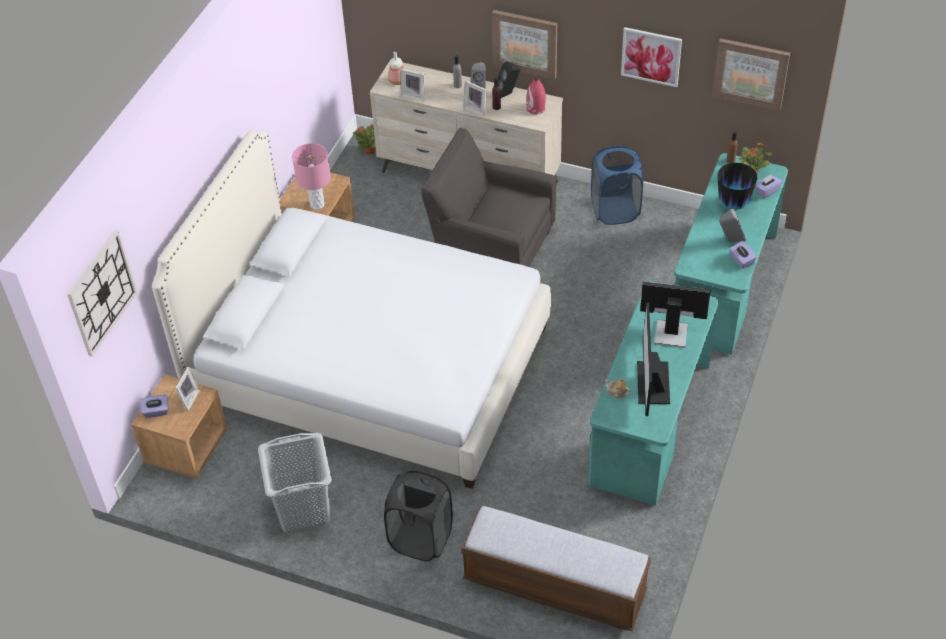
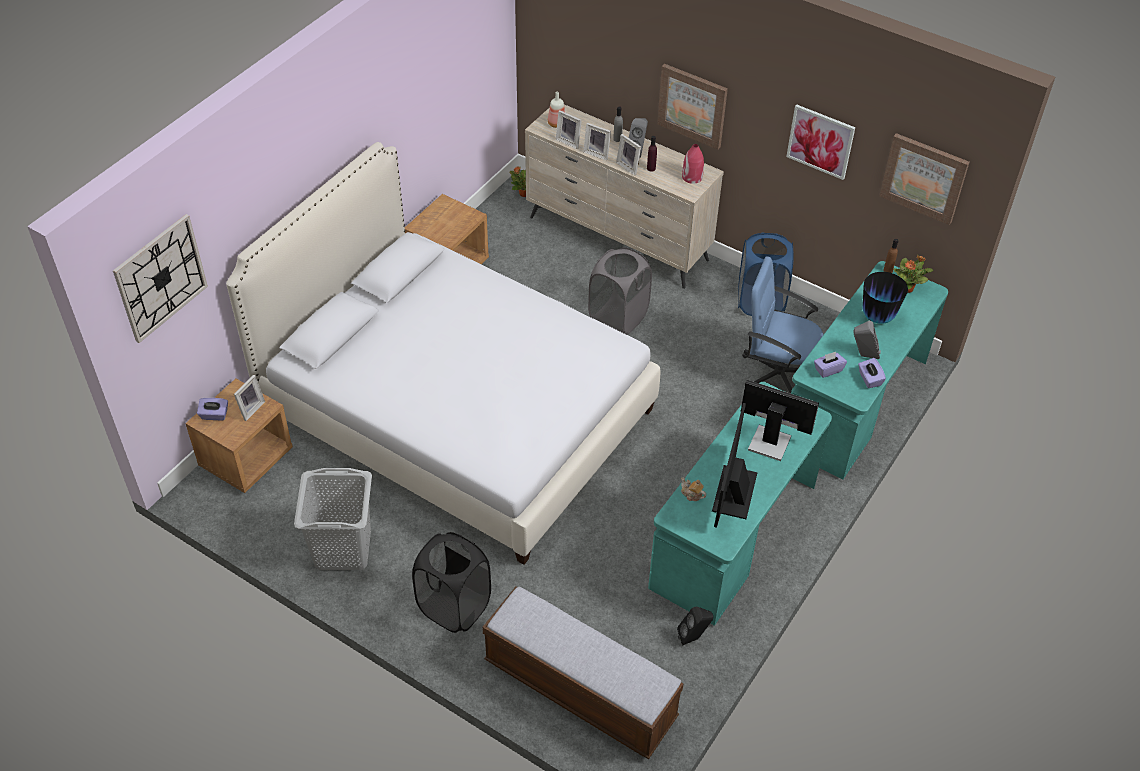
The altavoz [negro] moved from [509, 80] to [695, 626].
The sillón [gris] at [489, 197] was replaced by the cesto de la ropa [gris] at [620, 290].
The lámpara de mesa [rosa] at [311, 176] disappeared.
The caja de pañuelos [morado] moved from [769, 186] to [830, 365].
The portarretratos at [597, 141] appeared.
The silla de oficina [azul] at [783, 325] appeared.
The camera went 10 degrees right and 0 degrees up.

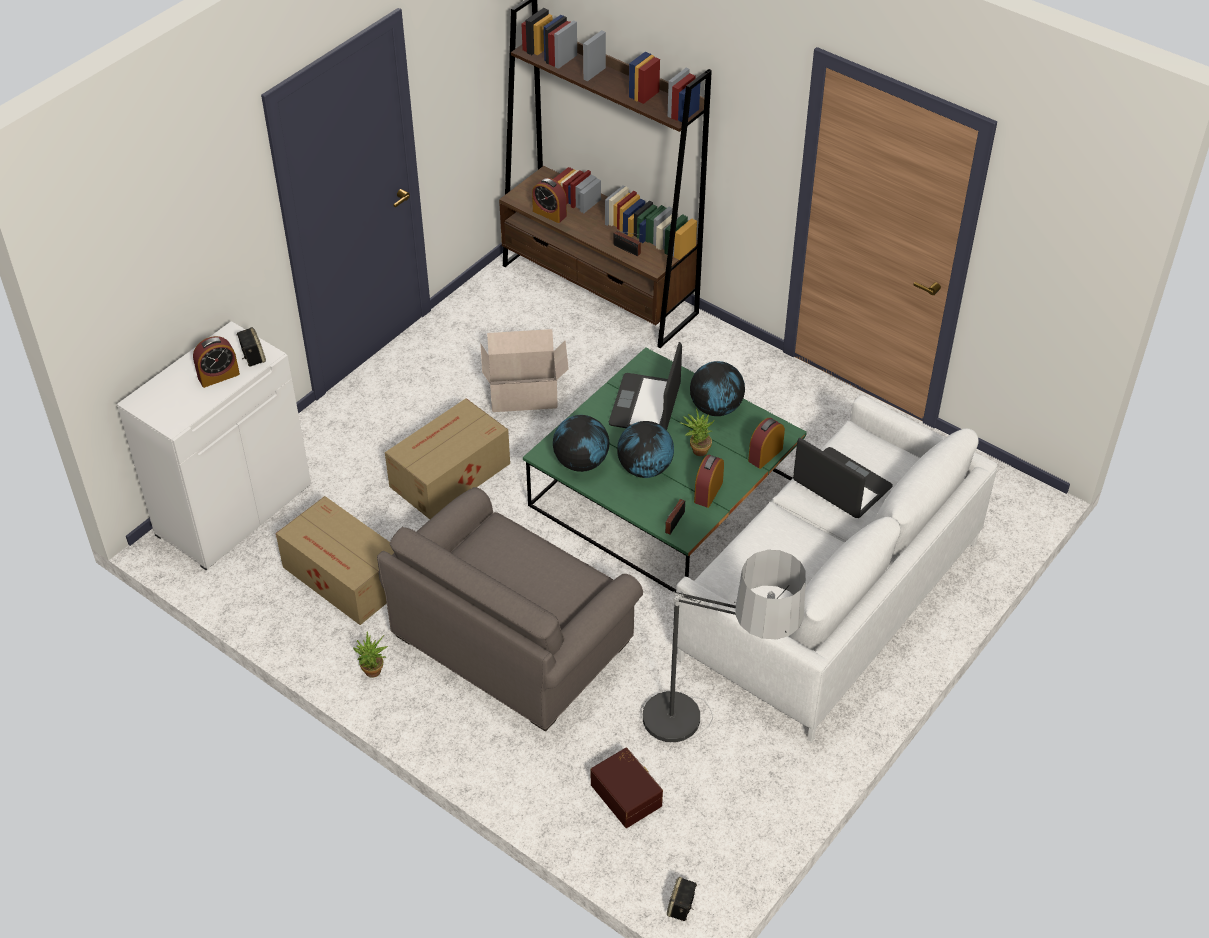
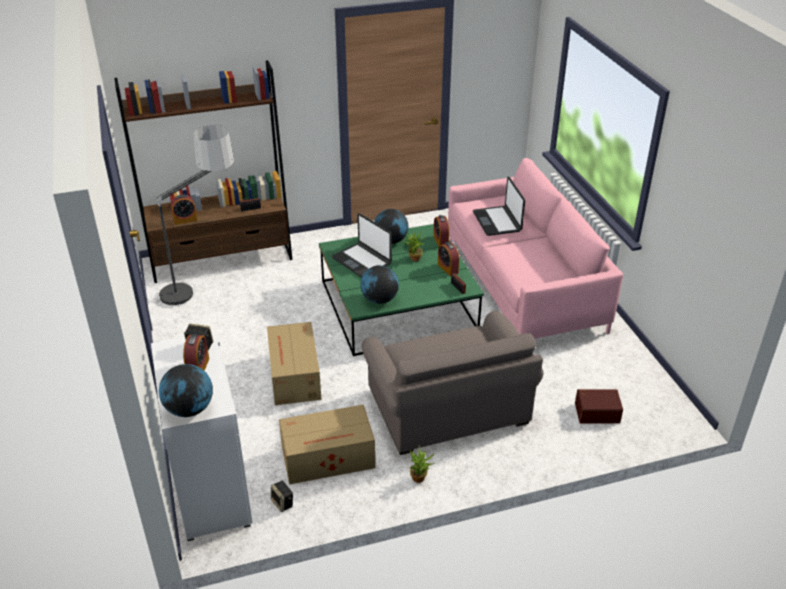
The caja de cartón at [524, 370] disappeared.
The sofá [blanco] at [837, 568] became the sofá [rosa] at [535, 248].
The globo terráqueo moved from [645, 449] to [186, 390].
The portátil at [843, 478] turned 90 degrees counterclockwise.
The lámpara de pie moved from [723, 646] to [194, 215].
The altavoz moved from [682, 899] to [282, 496].
The camera went 55 degrees left and 10 degrees down.

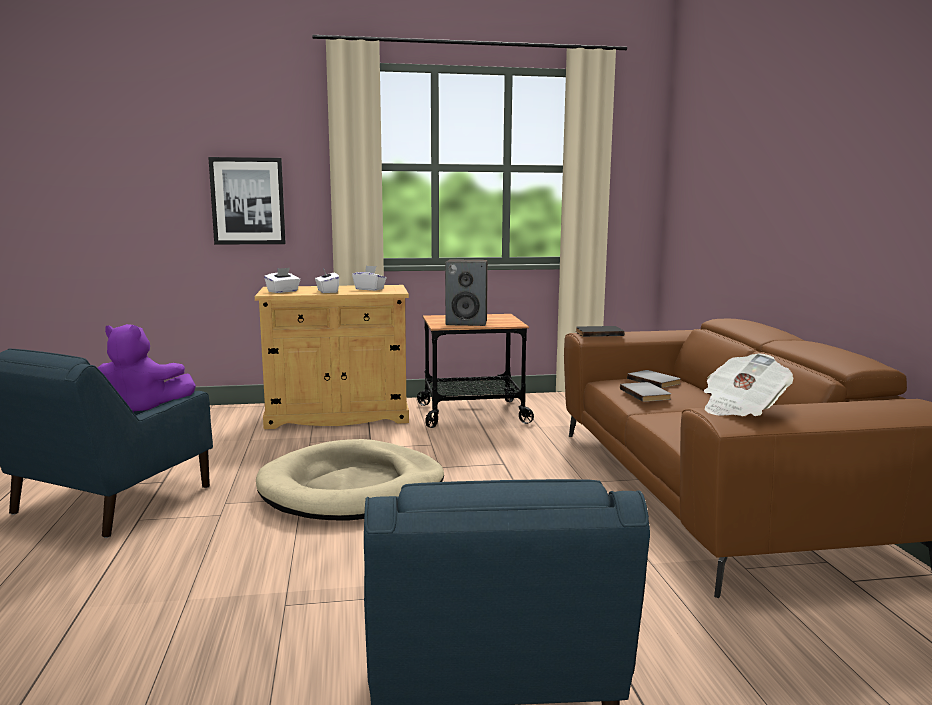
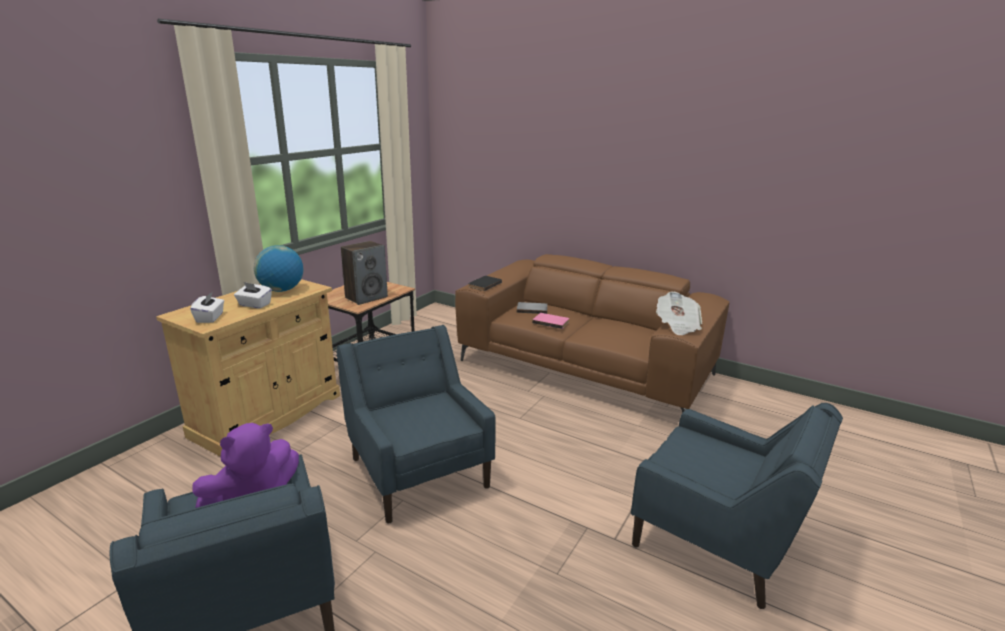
The cuadro at [247, 201] disappeared.
The caja de pañuelos [blanco] at [369, 278] was replaced by the globo terráqueo at [278, 268].
The libro [gris] at [645, 392] became the libro [rosa] at [550, 321].
The cama para perro [beis] at [350, 480] was replaced by the sillón [azul] at [416, 424].
The camera went 50 degrees left and 10 degrees up.

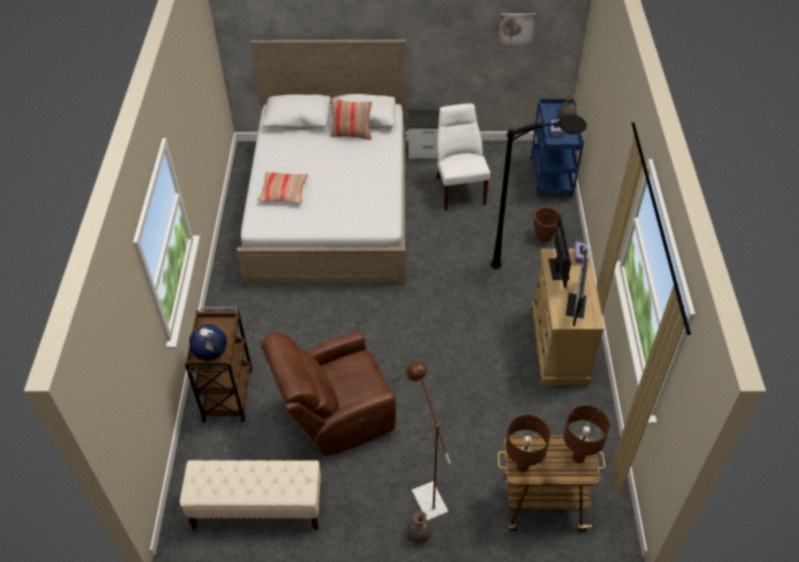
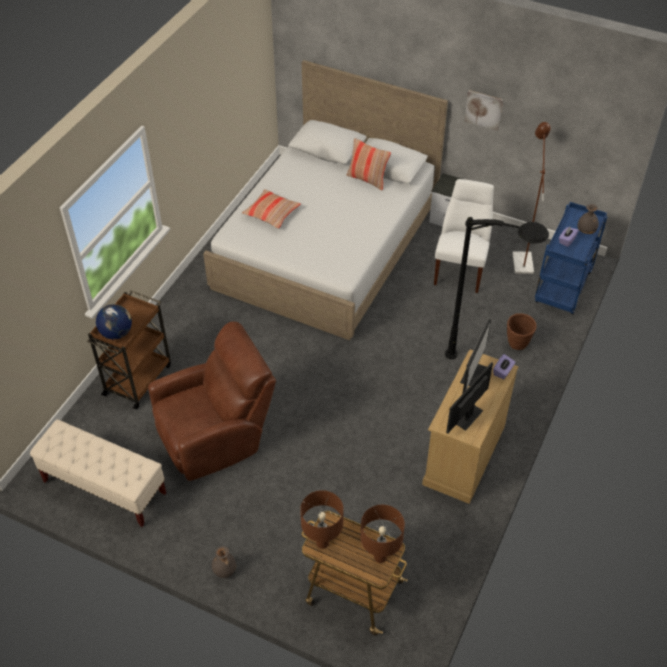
The cuadro moved from [517, 29] to [483, 110].
The sillón [marrón] at [328, 393] turned 150 degrees clockwise.
The lámpara de pie [marrón] moved from [428, 442] to [531, 198].
The camera went 25 degrees right and 0 degrees up.

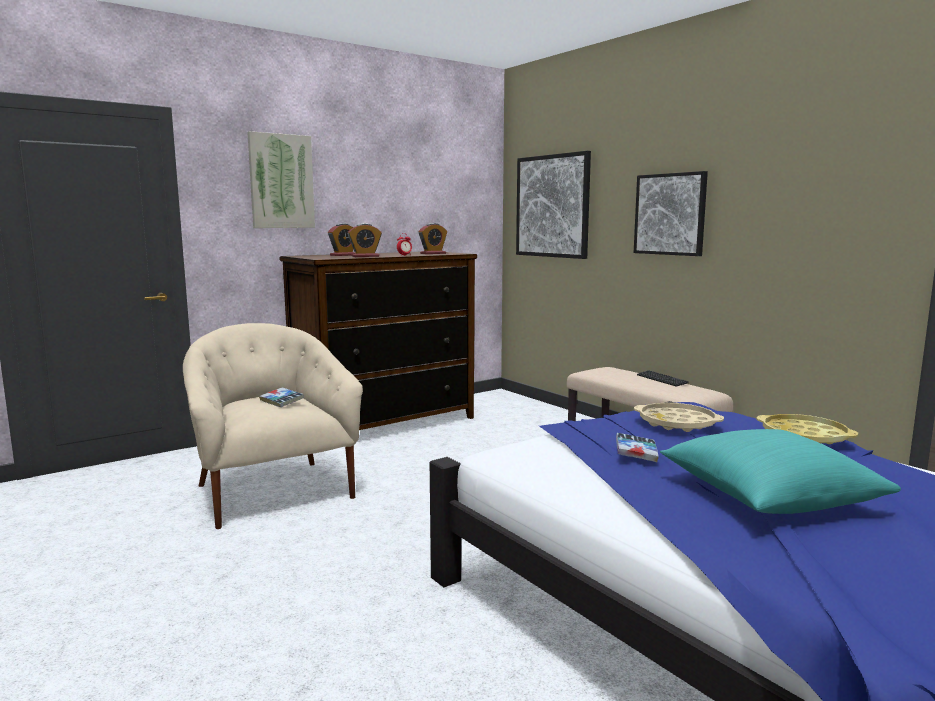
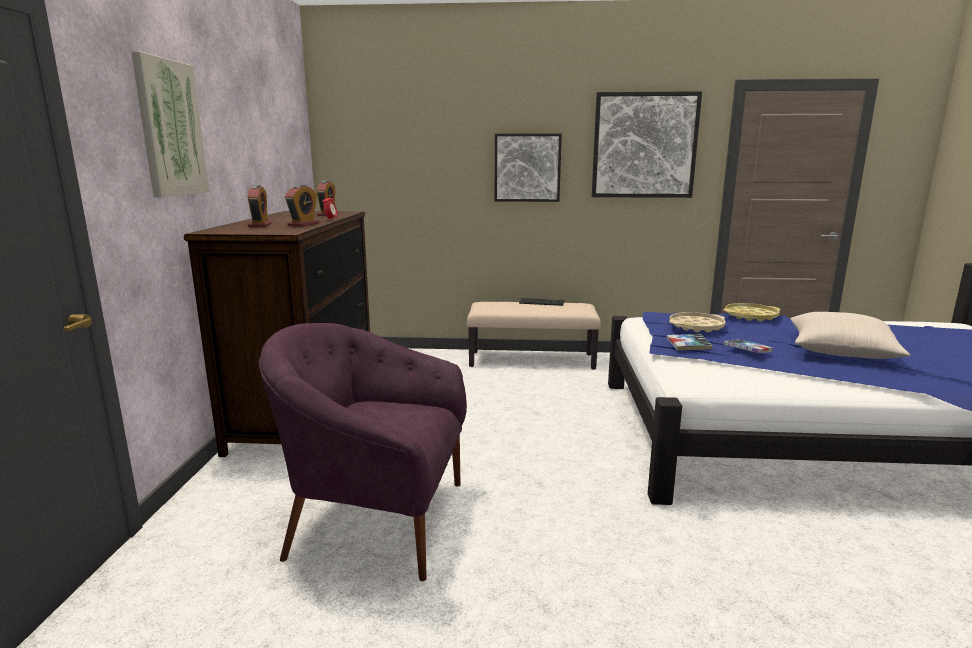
The cuadro moved from [553, 205] to [647, 144].
The sillón [beis] at [273, 426] became the sillón [morado] at [363, 452].
The libro moved from [281, 397] to [689, 342].
The cojín [turquesa] at [780, 471] became the cojín [beis] at [850, 335].
The camera went 50 degrees left and 5 degrees up.

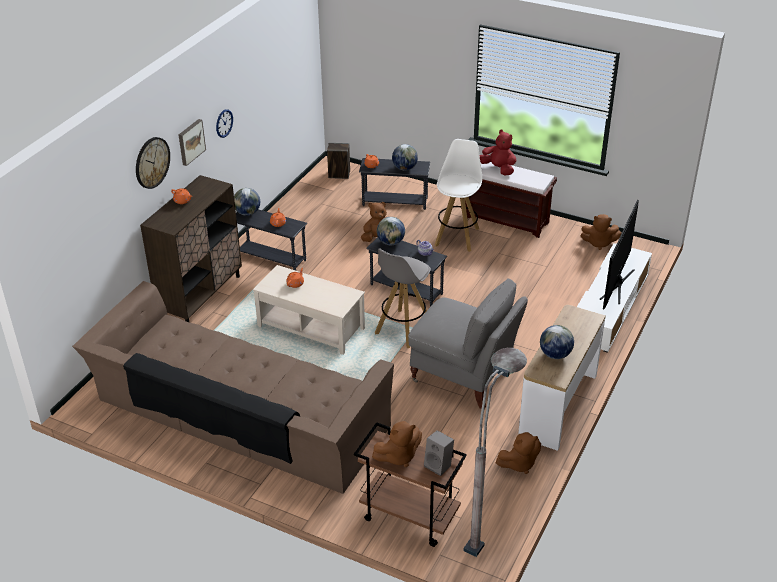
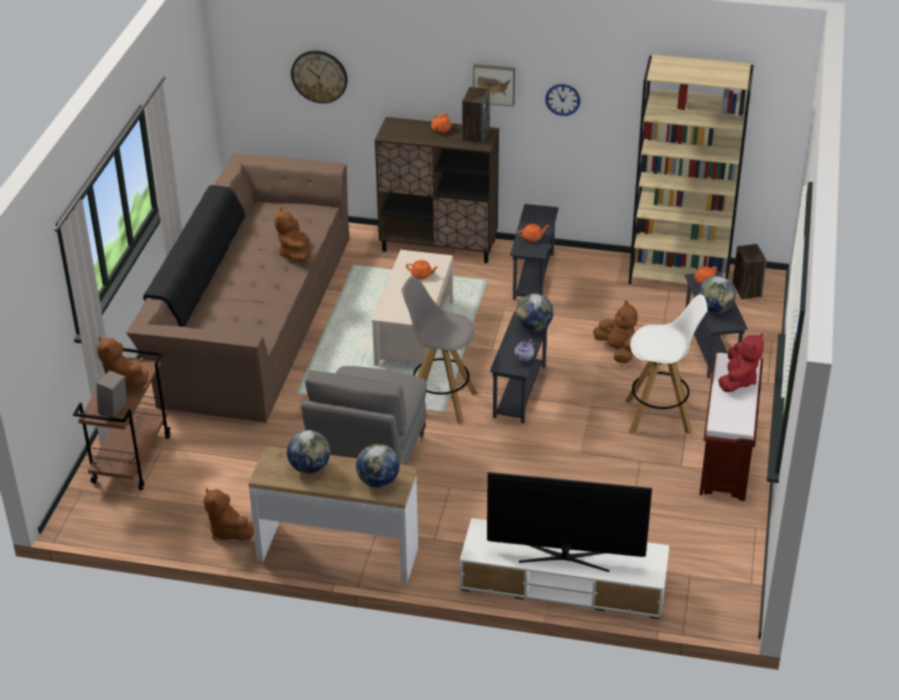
The reloj de pared moved from [153, 163] to [319, 76].
The globo terráqueo moved from [247, 202] to [378, 466].
The peluche [marrón] moved from [601, 232] to [293, 235].
The lámpara de pie [gris] at [495, 452] disappeared.
The estantería [beis] at [691, 169] appeared.
The altavoz at [476, 115] appeared.
The camera went 75 degrees right and 0 degrees up.

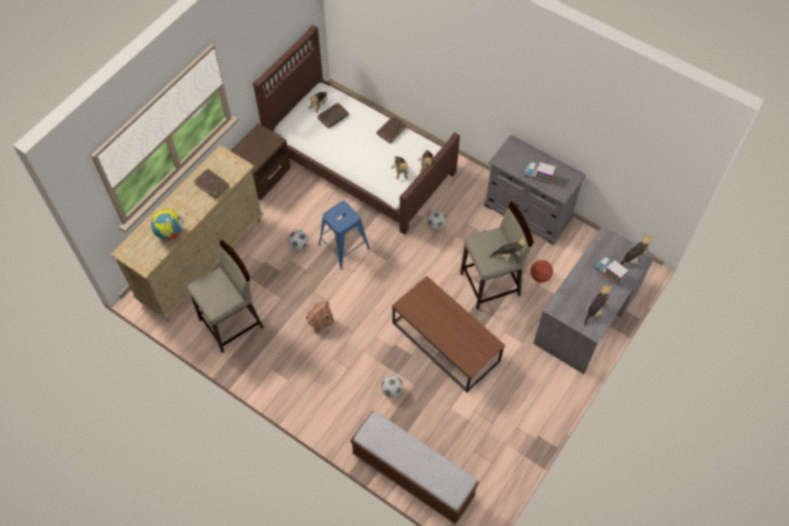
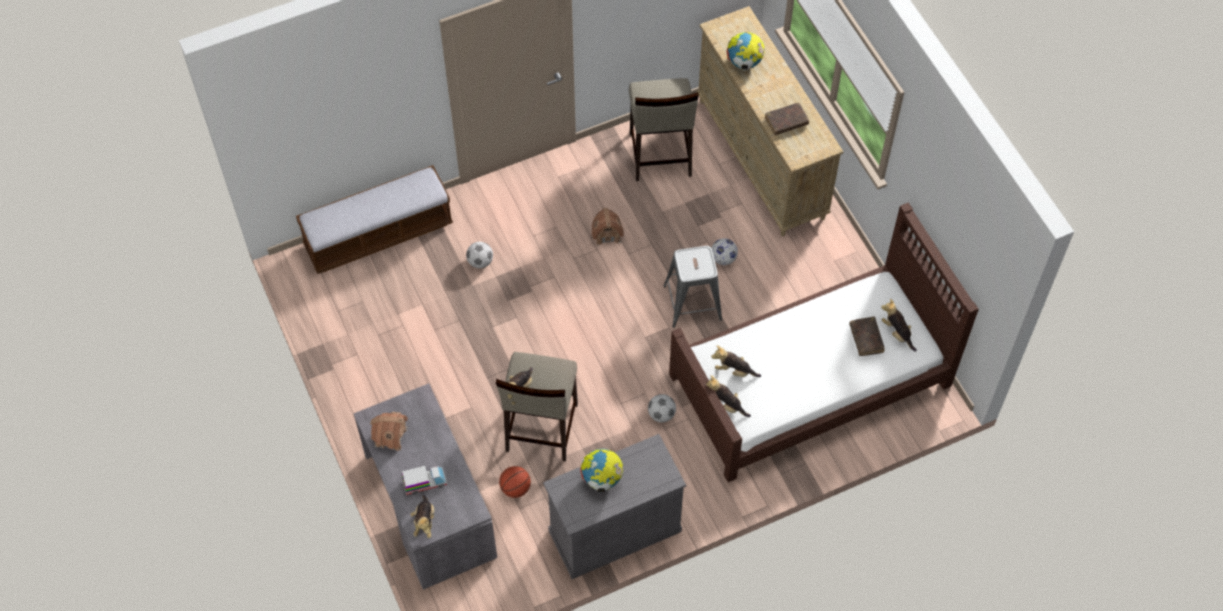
The libro [marrón] at [392, 129] disappeared.
The mesita de noche [marrón] at [260, 161] disappeared.
The camión de juguete at [540, 172] was replaced by the globo terráqueo at [601, 470].
The taburete [azul] at [344, 235] became the taburete [gris] at [692, 287].
The mesa de centro [marrón] at [448, 334] disappeared.
The peluche at [598, 305] was replaced by the casita at [389, 432].
The camera went 120 degrees right and 0 degrees up.

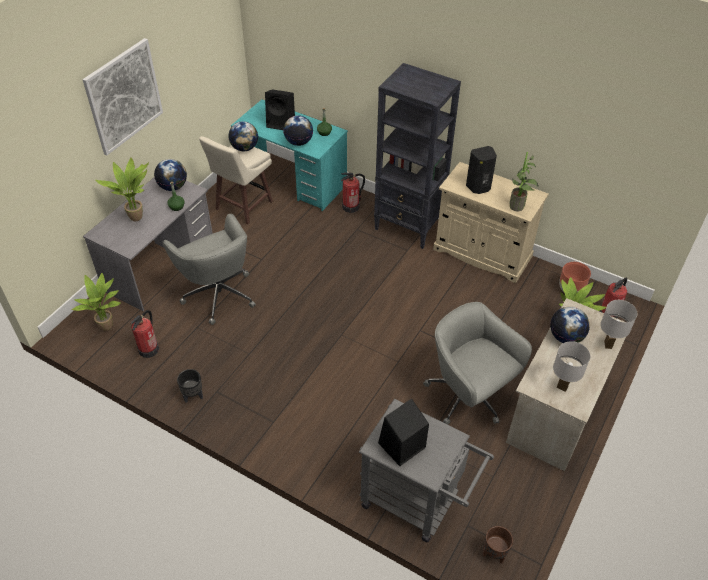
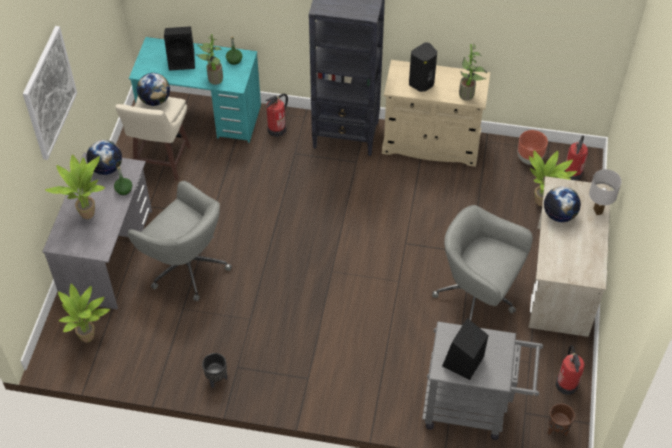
The globo terráqueo at [298, 130] was replaced by the planta en maceta at [209, 59].
The extintor moved from [145, 334] to [570, 370].
The lámpara de mesa [blanco] at [571, 366] disappeared.
The camera went 20 degrees left and 5 degrees up.

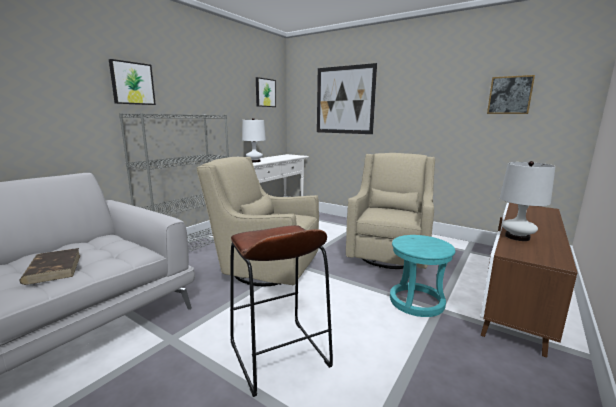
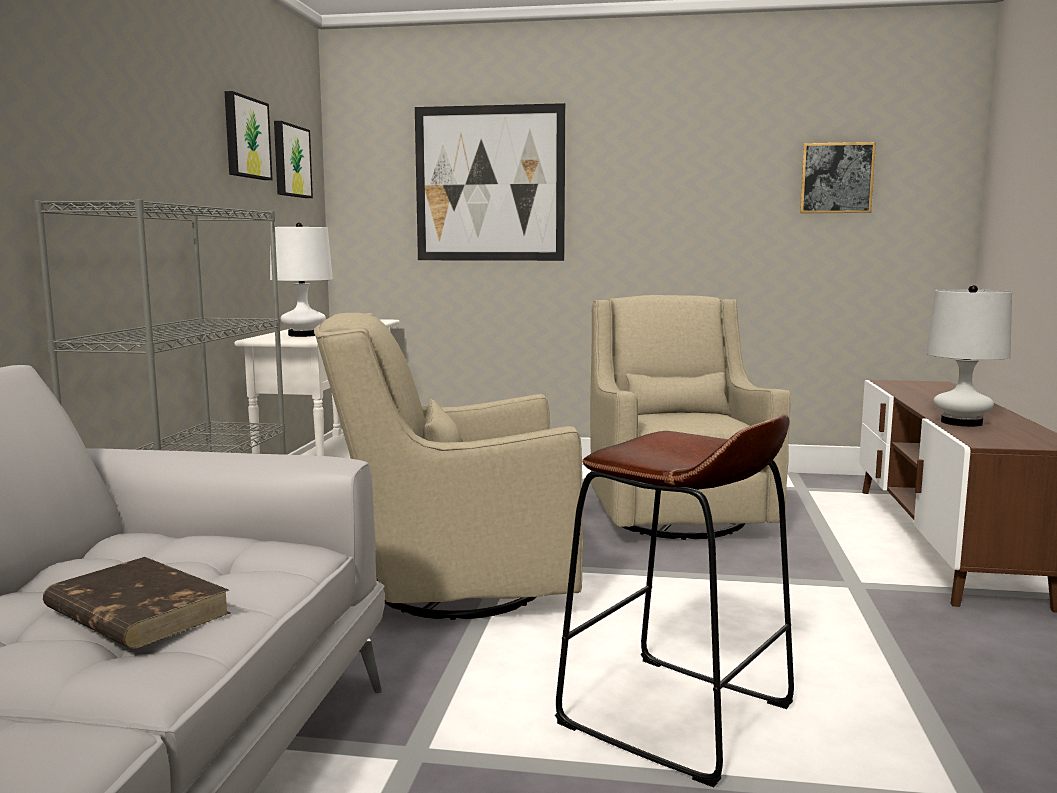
The cuadro moved from [132, 82] to [249, 135].
The taburete [turquesa] at [422, 276] disappeared.
The camera went 25 degrees left and 5 degrees down.

